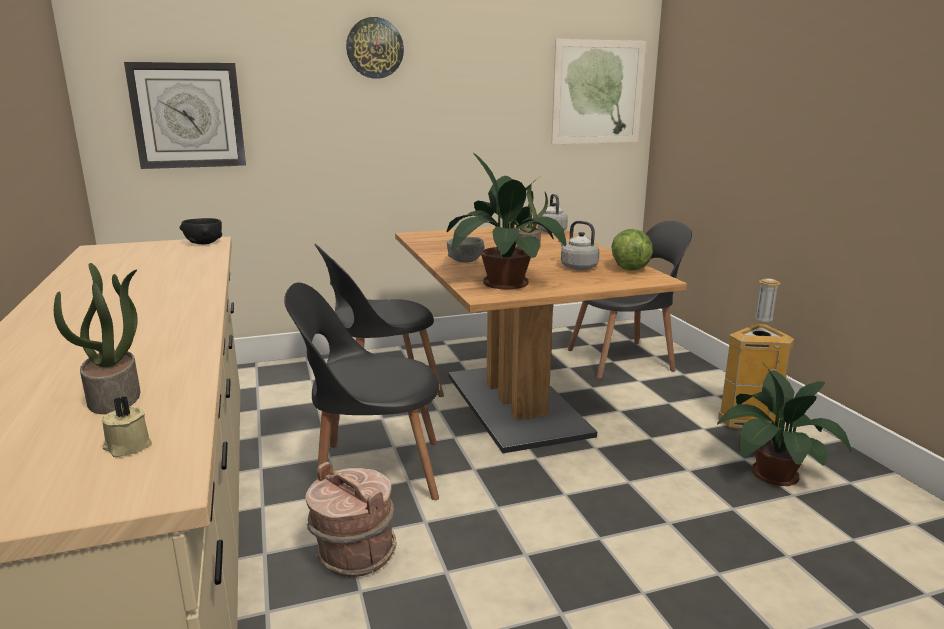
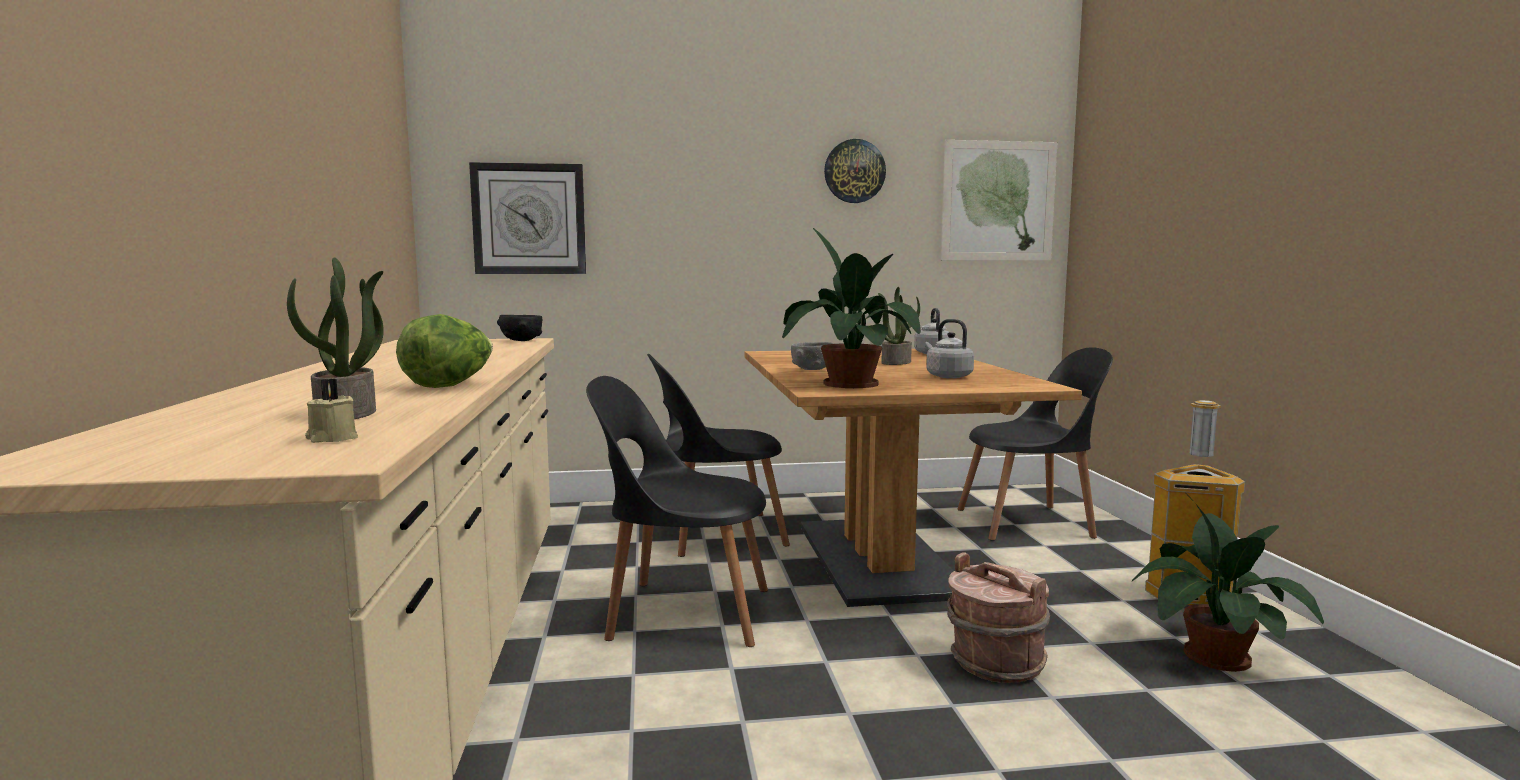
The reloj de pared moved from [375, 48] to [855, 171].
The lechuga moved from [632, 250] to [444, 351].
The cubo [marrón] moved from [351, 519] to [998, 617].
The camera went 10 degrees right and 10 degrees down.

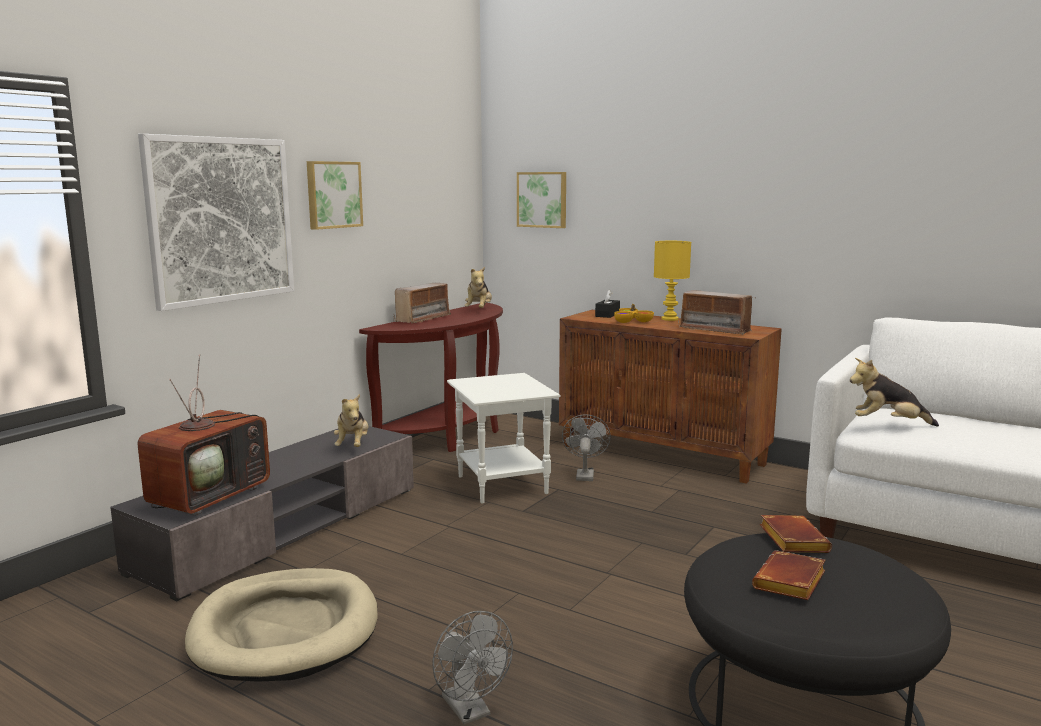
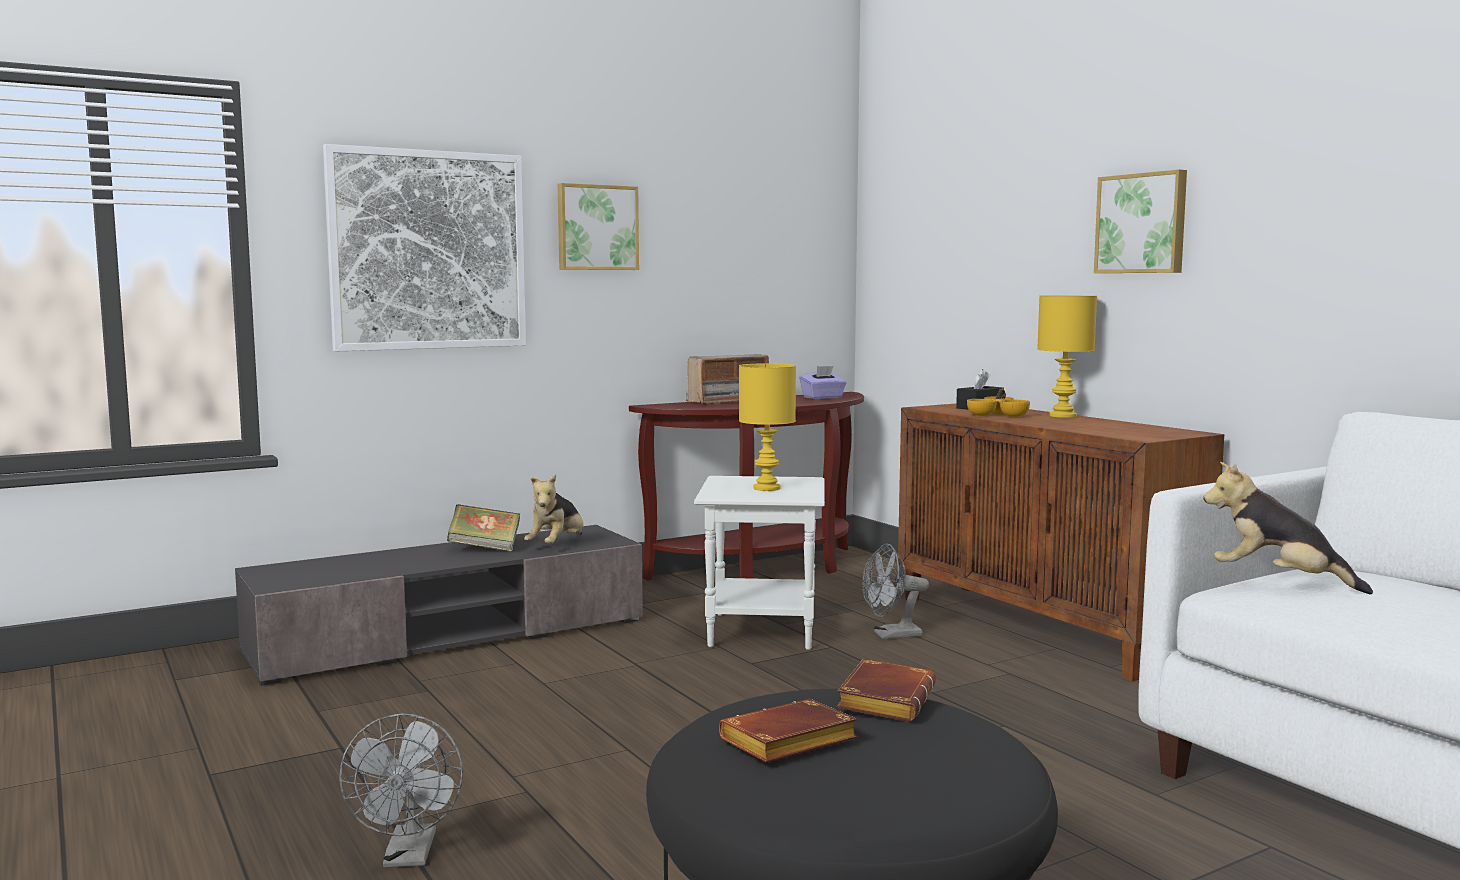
The cuadro moved from [541, 200] to [1140, 221].
The peluche at [478, 287] was replaced by the caja de pañuelos [morado] at [823, 382].
The radio at [716, 312] disappeared.
The televisor at [204, 435] disappeared.
The ventilador [gris] at [586, 448] turned 135 degrees counterclockwise.
The cama para perro [beis] at [281, 625] disappeared.
The lámpara de mesa [amarillo] at [767, 427] appeared.
The libro at [483, 528] appeared.
The camera went 25 degrees right and 5 degrees down.

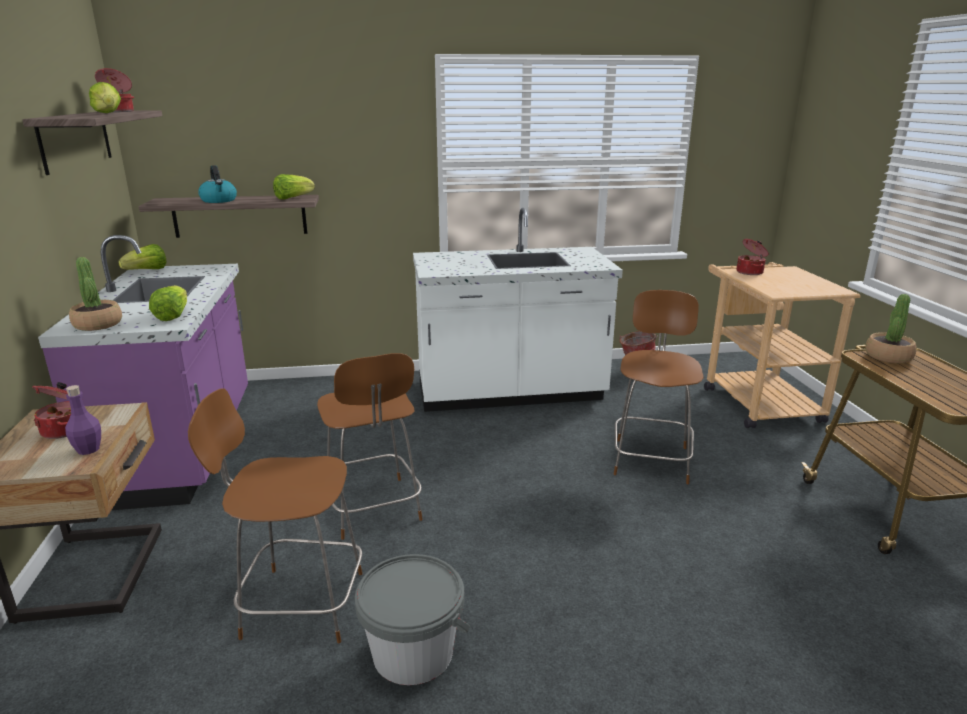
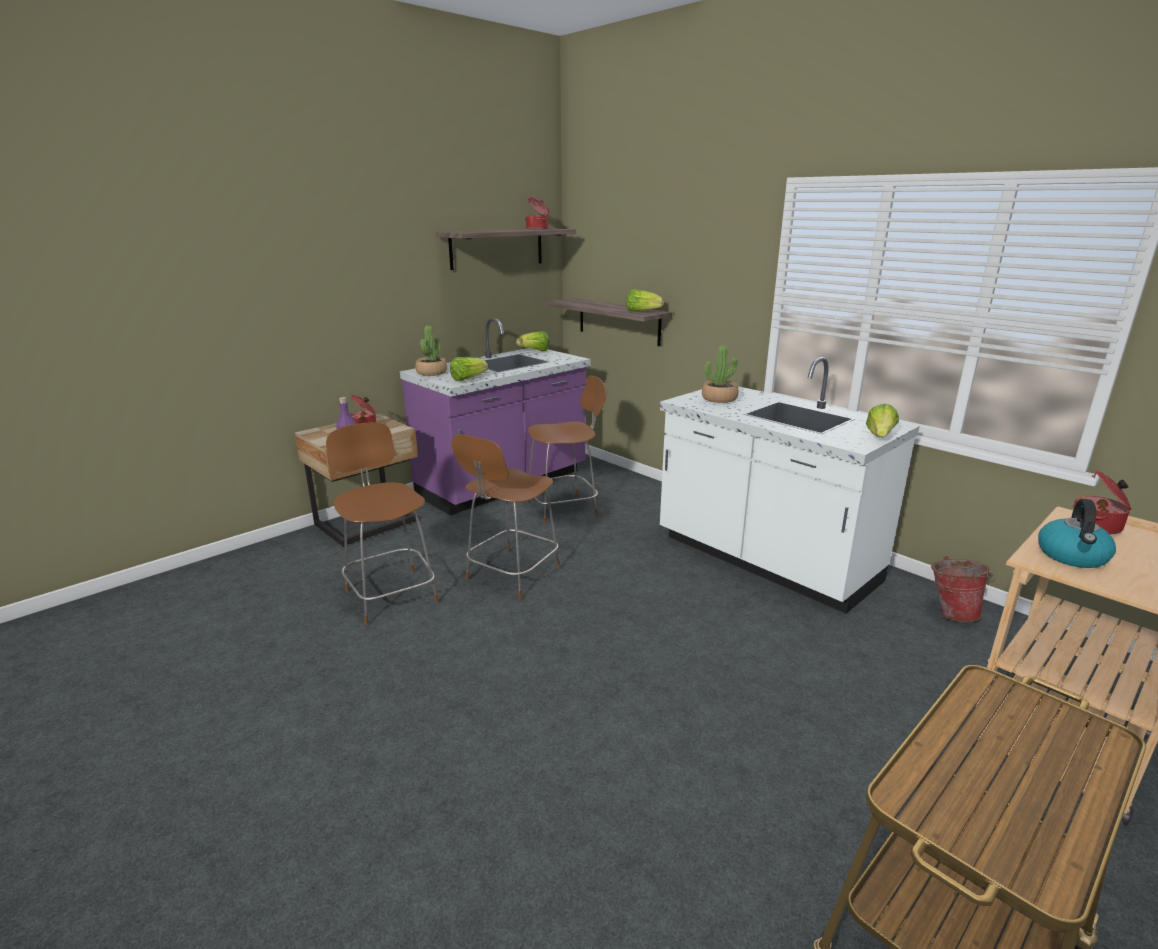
The lechuga moved from [105, 97] to [882, 420].
The hervidor moved from [217, 184] to [1077, 533].
The silla [marrón] moved from [659, 387] to [566, 450].
The planta en maceta moved from [891, 328] to [720, 374].
The cubo [gris] at [412, 619] disappeared.
The camera went 55 degrees right and 0 degrees up.

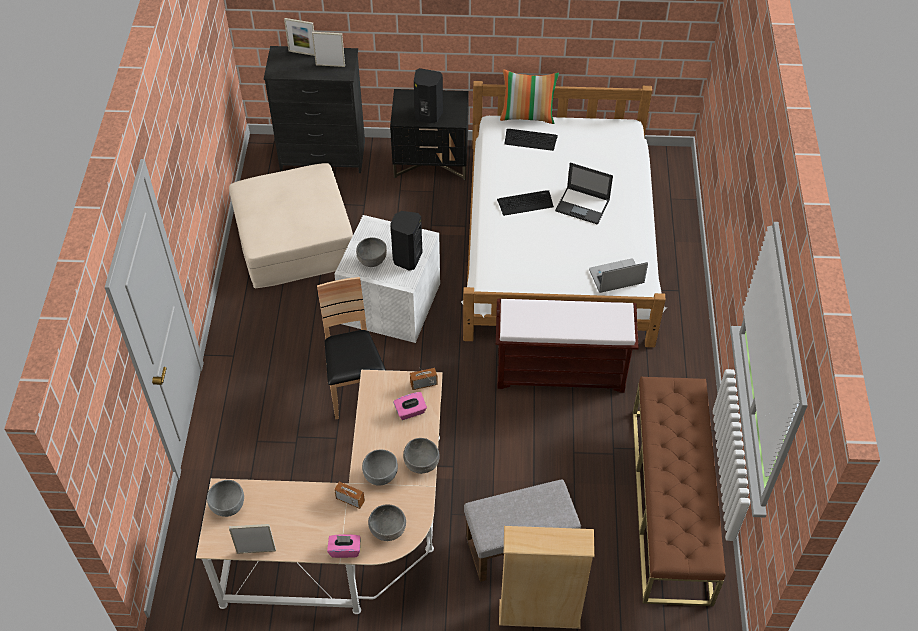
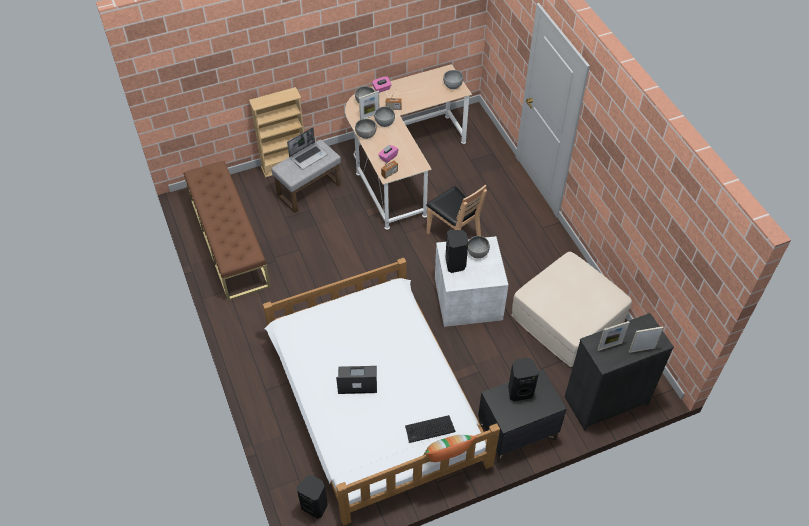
The teclado at [525, 203] disappeared.
The portátil moved from [618, 276] to [307, 148].
The banco [marrón] at [567, 345] disappeared.
The portarretratos moved from [252, 539] to [369, 105].
The altavoz [negro] at [312, 497] appeared.
The camera went 155 degrees right and 0 degrees up.

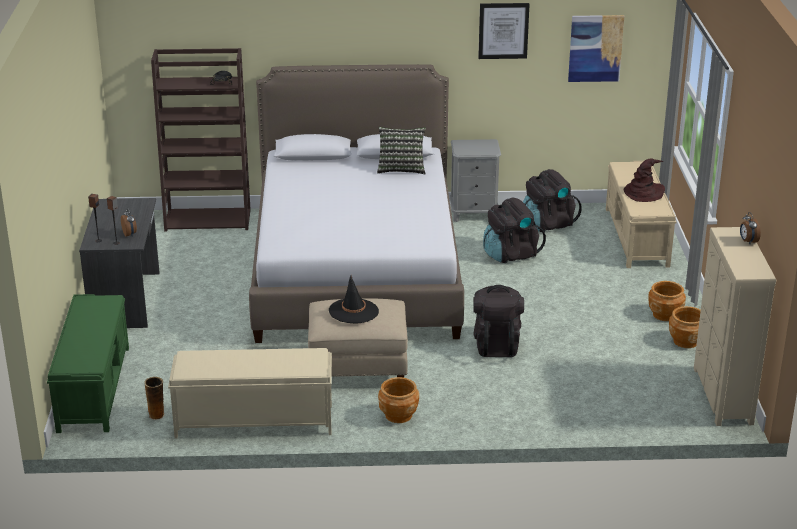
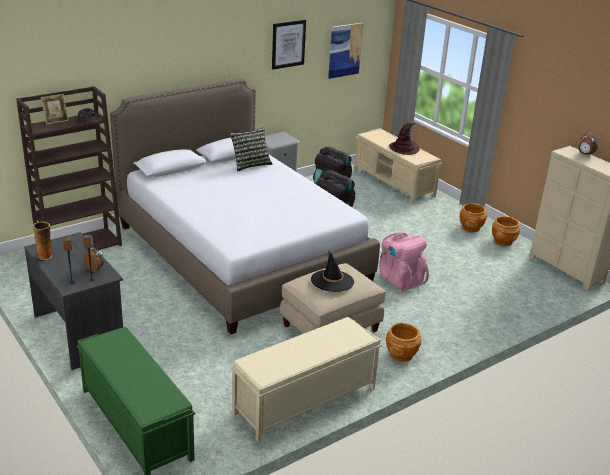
The mochila [negro] at [498, 321] became the mochila [rosa] at [404, 261].
The florero moved from [154, 398] to [42, 240].
The portarretratos at [55, 109] appeared.
The camera went 35 degrees left and 0 degrees up.

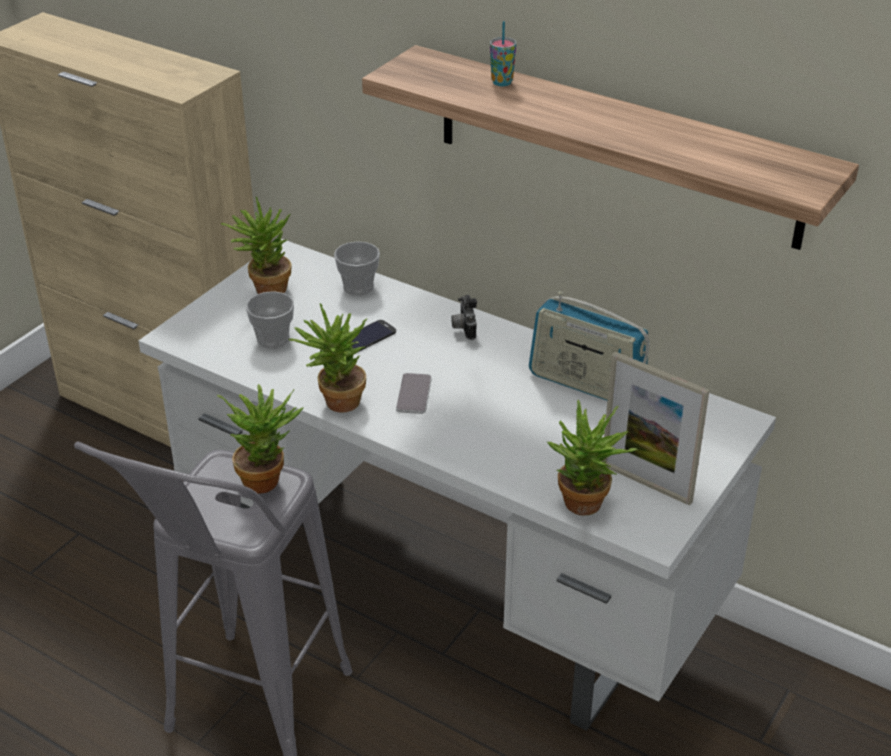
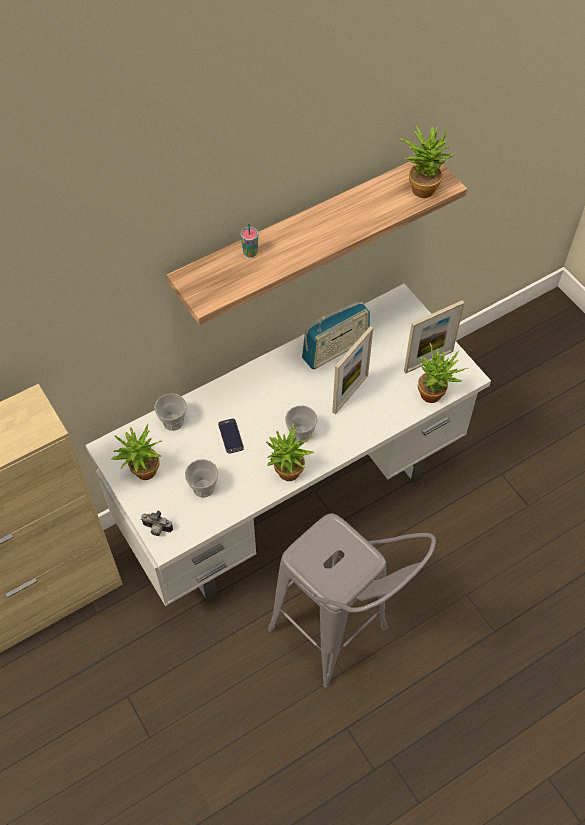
The cámara moved from [464, 317] to [157, 523].
The móvil at [413, 393] was replaced by the taza at [301, 424].
The planta en maceta moved from [260, 439] to [426, 161].
The portarretratos at [352, 370] appeared.
The camera went 65 degrees left and 20 degrees up.

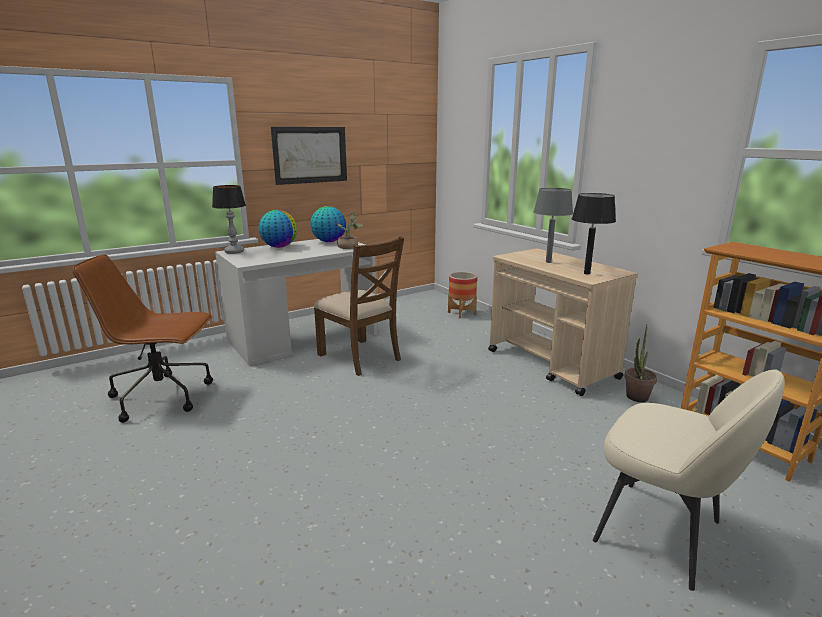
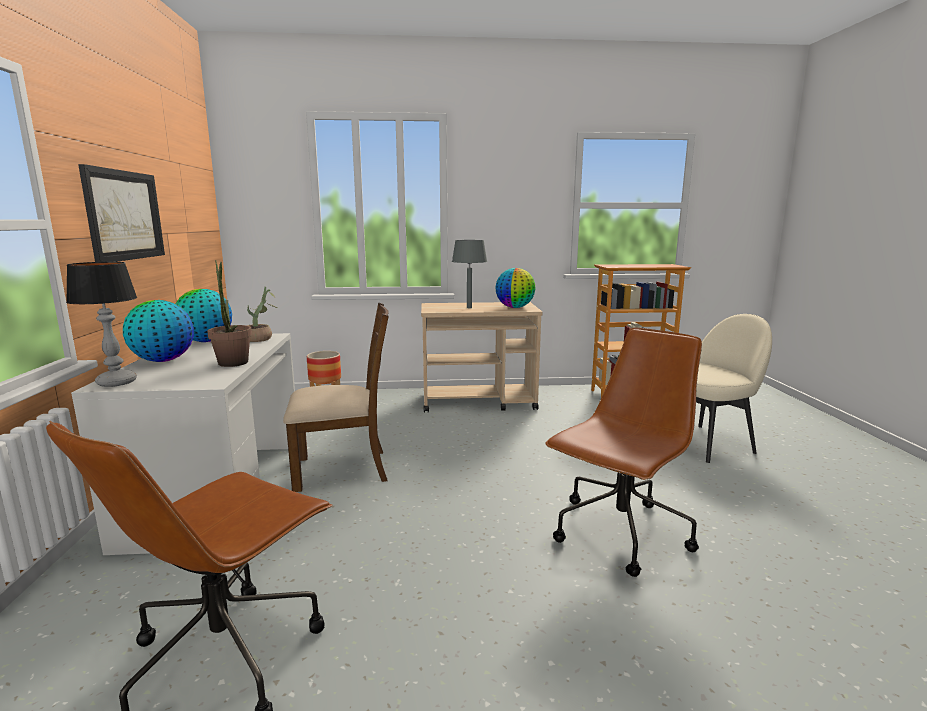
The lámpara de mesa [negro] at [594, 233] was replaced by the globo terráqueo at [515, 288].
The planta en maceta moved from [641, 363] to [229, 313].
The silla de oficina [marrón] at [623, 452] appeared.
The camera went 60 degrees left and 5 degrees down.

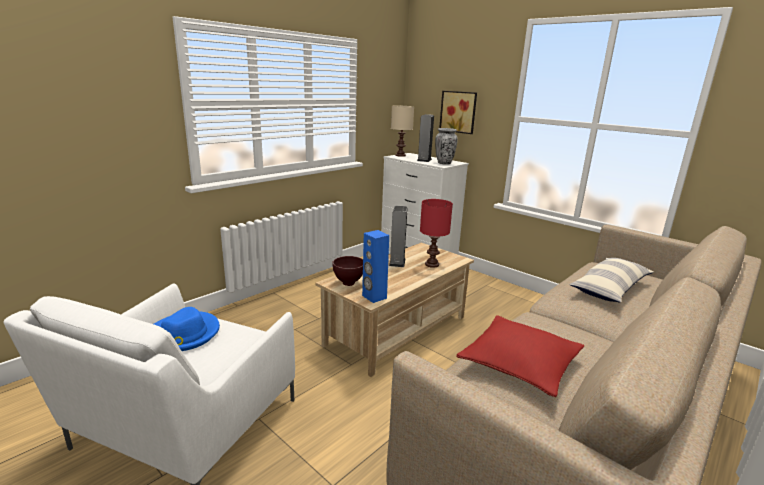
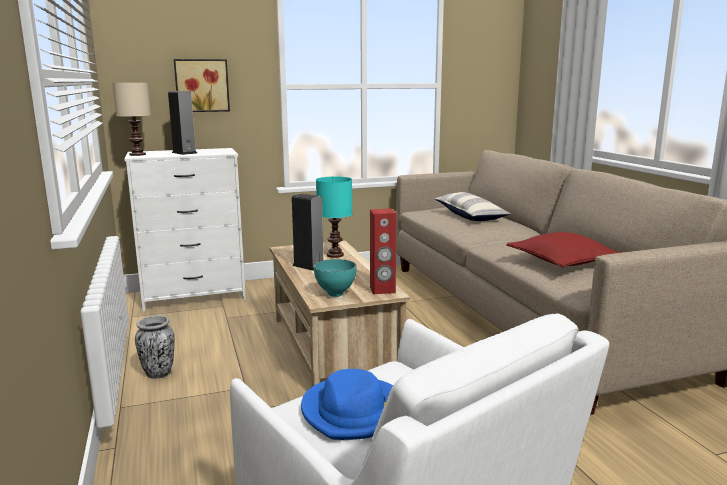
The florero moved from [446, 146] to [155, 347].
The lámpara de mesa [rojo] at [436, 233] became the lámpara de mesa [turquesa] at [334, 217].
The altavoz [azul] at [375, 266] became the altavoz [rojo] at [383, 251].
The cuenco [marrón] at [348, 271] became the cuenco [turquesa] at [335, 278].
The camera went 60 degrees left and 5 degrees down.

